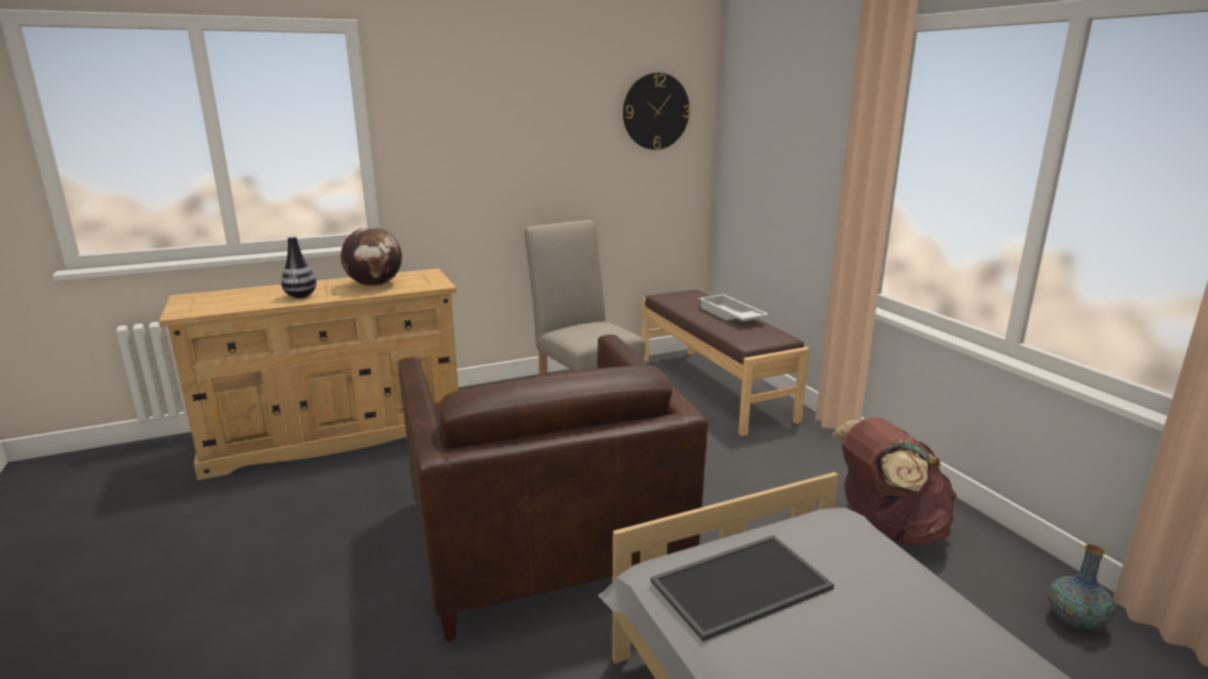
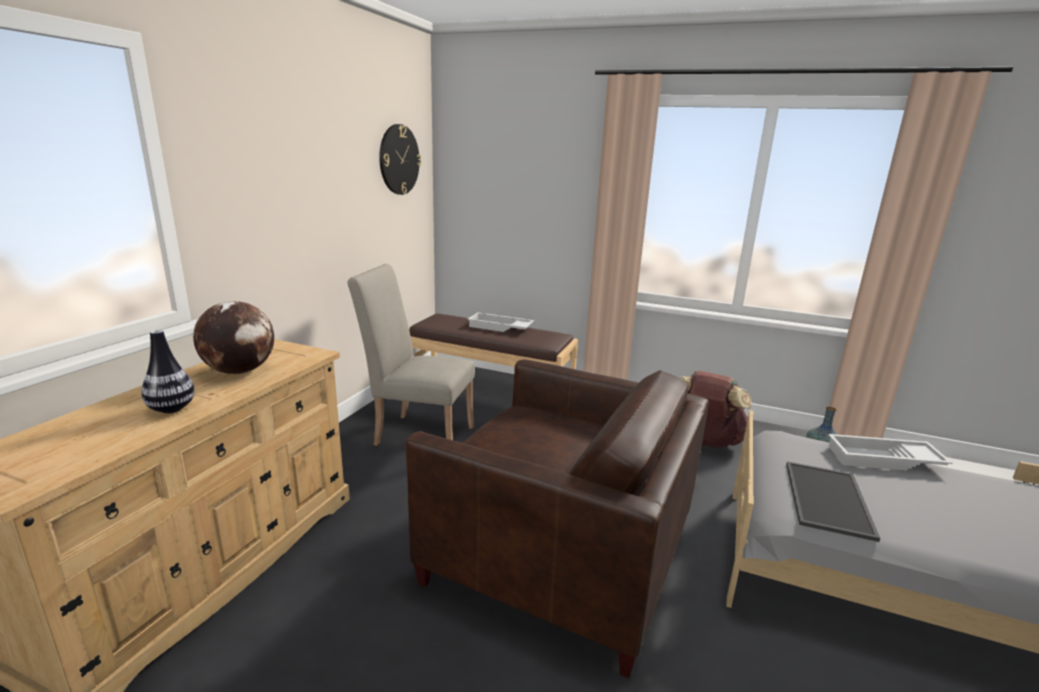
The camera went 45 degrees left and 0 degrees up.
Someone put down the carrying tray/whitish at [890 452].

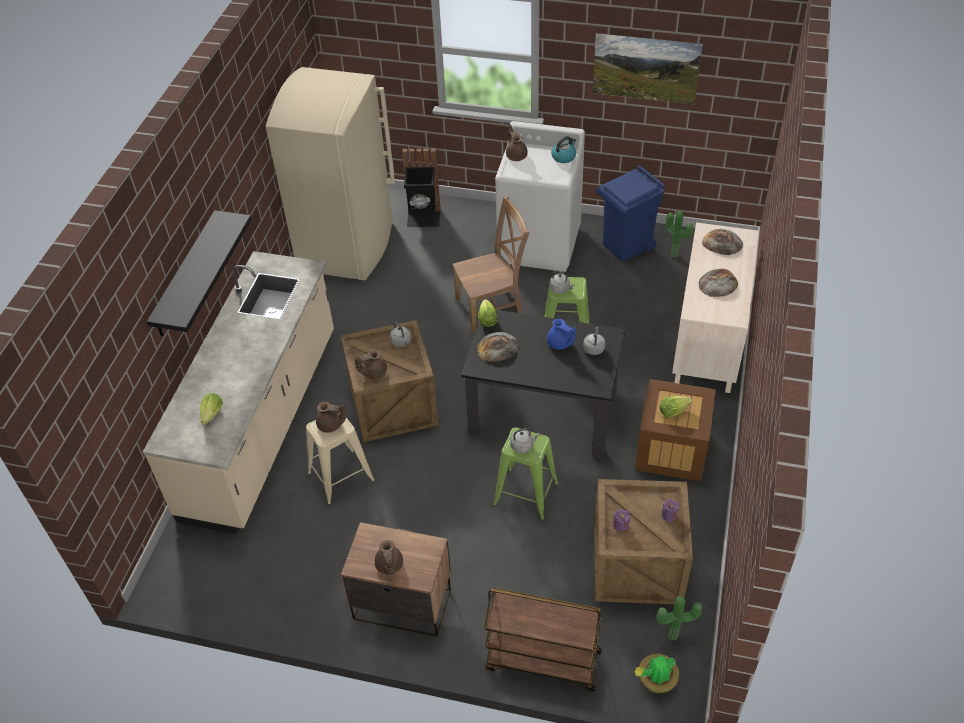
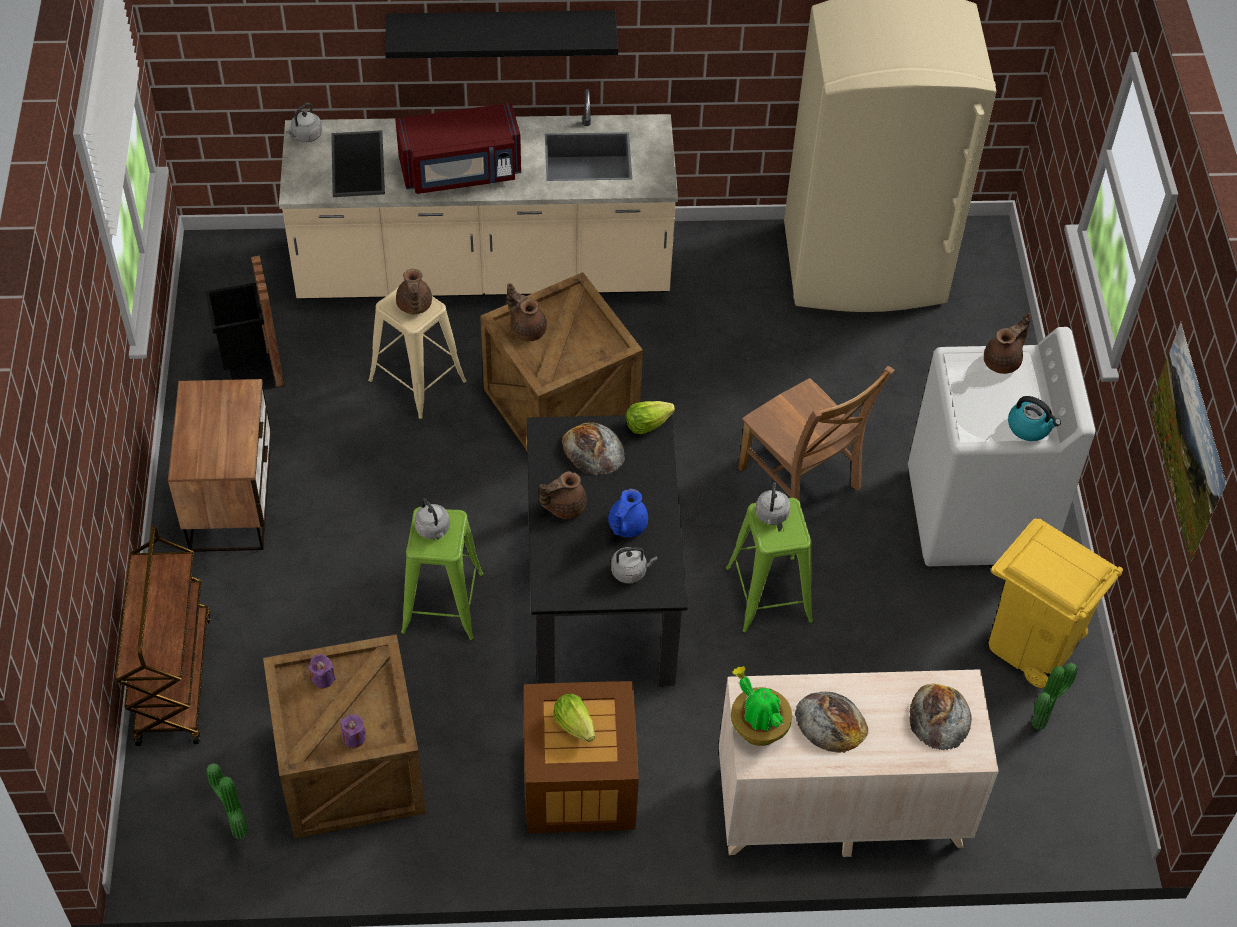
The camera went 70 degrees right and 5 degrees up.
Someone carried the trash can/black-coloured from [421 187] to [245 322].
Someone carried the water kettle/gray from [400 334] to [304 122].
Someone swapped the lettuce head at [211 409] for the carrying tray at [358 163].
Someone put down the microwave/red-coloured at [458 148].
Someone carried the tea pot/brown from [389 557] to [563 495].
Someone carried the plant in a pot from [657 673] to [761 706].
Someone repainted the trash can/bluish at [631 213], which became the trash can/yellow at [1056 603].

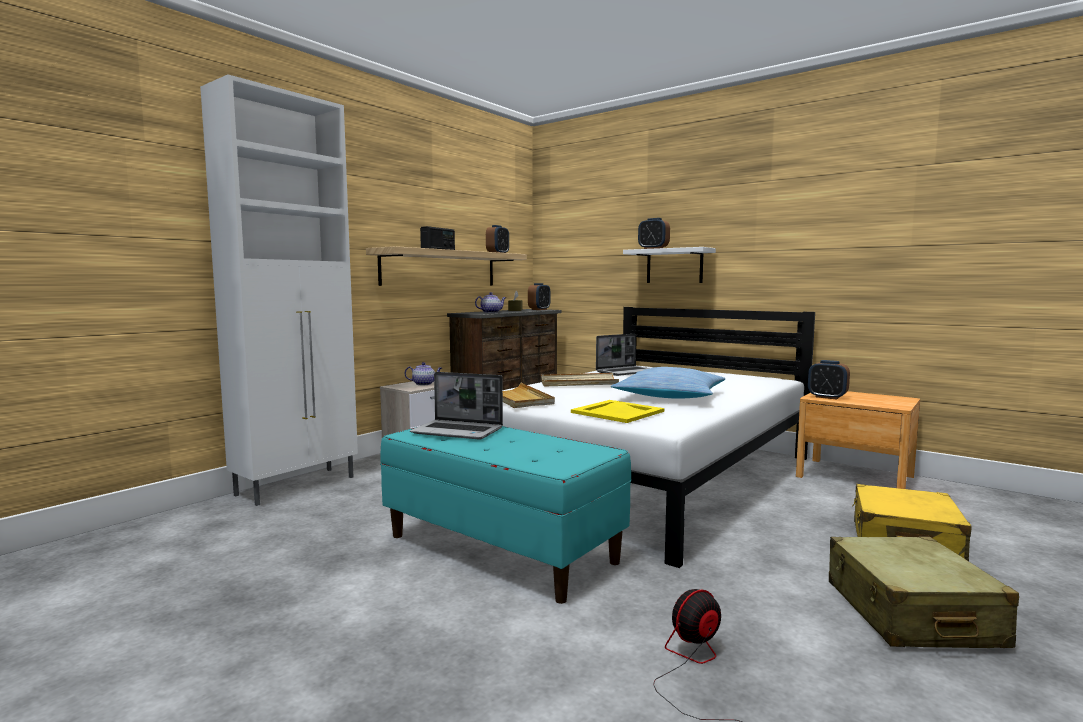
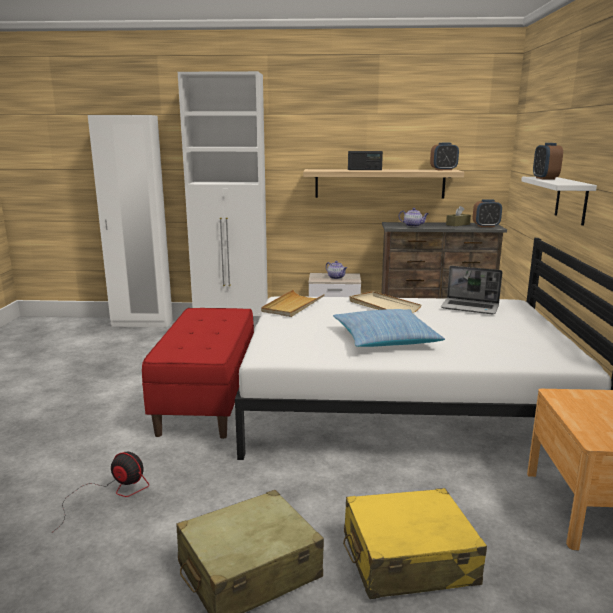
The camera went 55 degrees right and 10 degrees up.
Someone put down the armoire/whitish at [130 221].
Someone repainted the long seat/blue-green at [505 515], which became the long seat/red-coloured at [198 373].
Someone took away the notebook computer at [456 405].
Someone took away the carrying tray/yellow at [617 411].
Someone took away the bedside clock at [829 380].

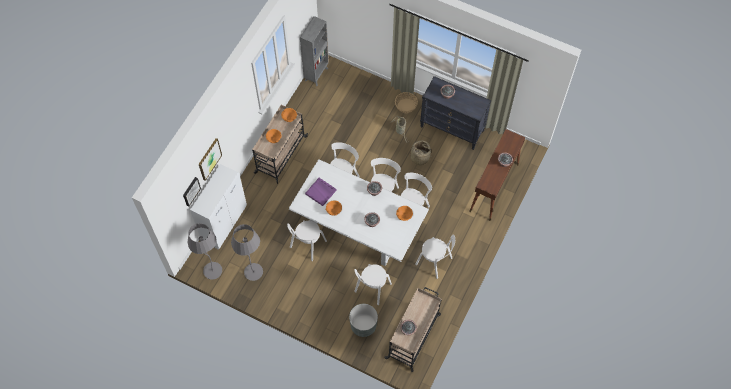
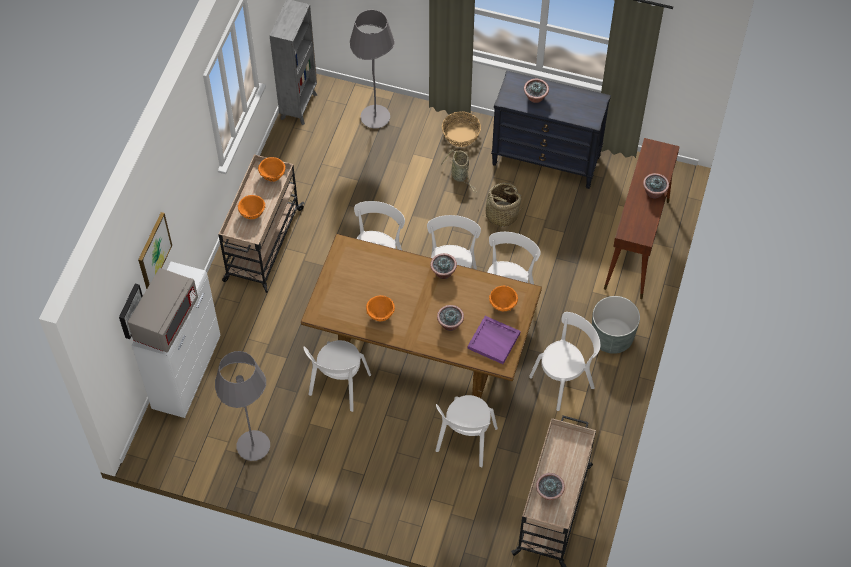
The camera went 10 degrees left and 5 degrees down.
Someone put down the microwave/gray at [163 310].
Someone repainted the kitchen table/whitish at [359 212], which became the kitchen table/brown at [421 316].
Someone carried the floor lamp/gray from [205 251] to [372 69].
Someone carried the carrying tray/purple-coloured from [320 192] to [493 340].
Someone rotated the plain chair/whitish at [435 257] by 60 degrees counterclockwise.
Someone carried the plant pot/gray from [363 320] to [616 325].

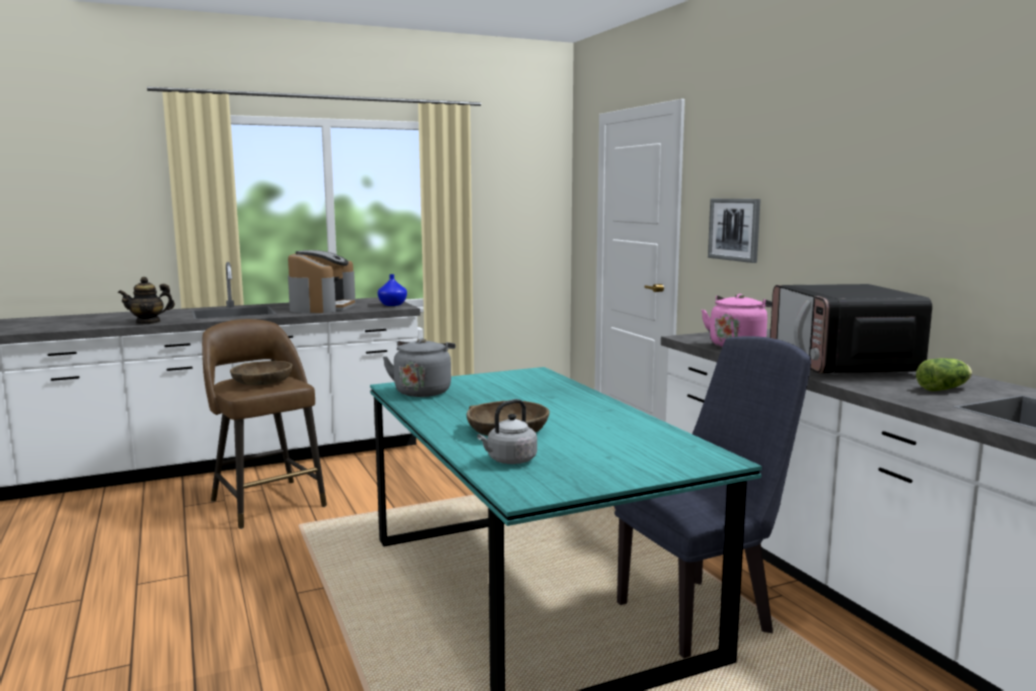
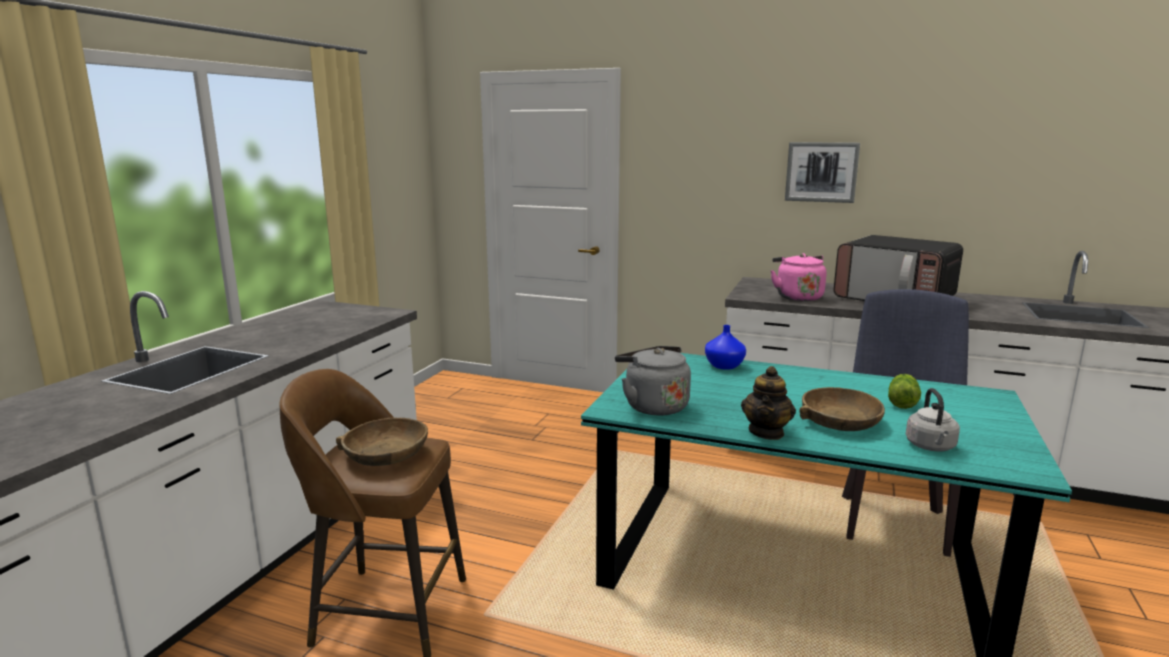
The camera went 45 degrees left and 5 degrees up.
Someone carried the decorative vase/bluish from [392 290] to [725 347].
Someone carried the tea pot from [146 300] to [768 403].
Someone carried the picture from [734 231] to [822 172].
Someone carried the lettuce head from [944 374] to [904 391].
Someone took away the coffee maker at [322 281].

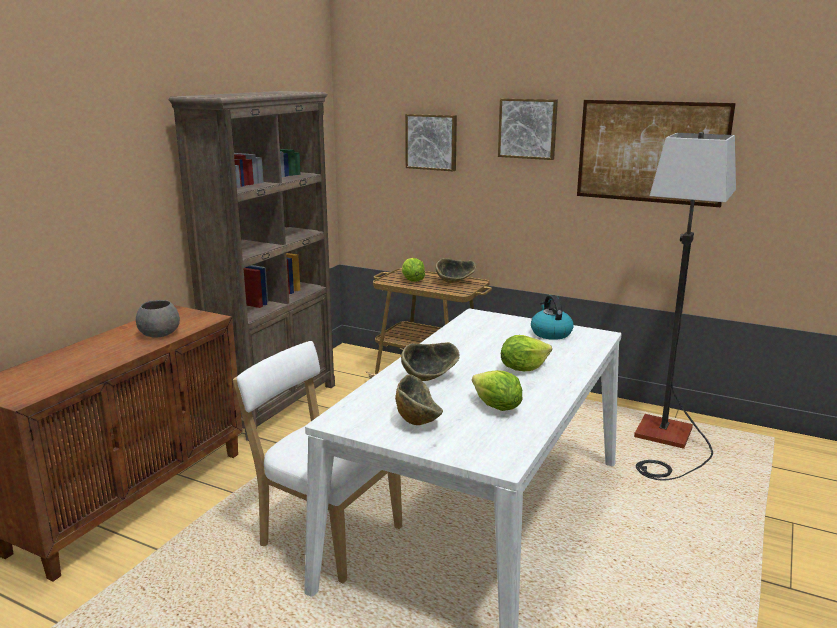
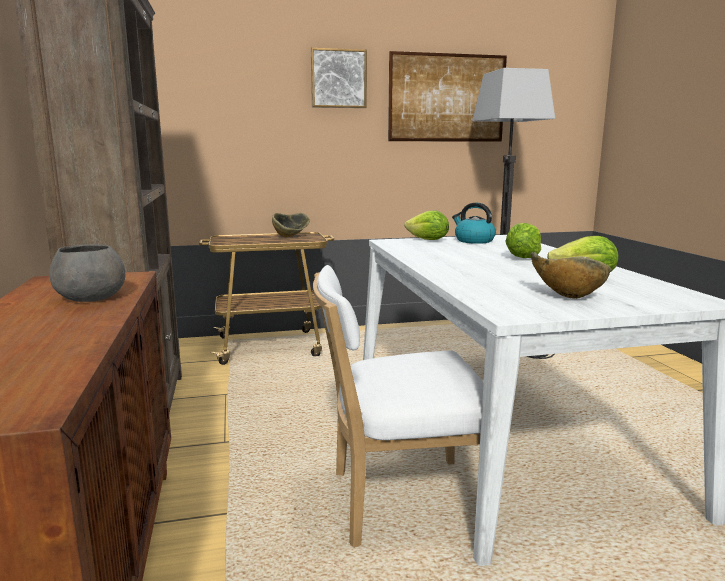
The camera went 40 degrees left and 5 degrees down.
Someone carried the lettuce head from [413 270] to [426 225].
Someone took away the serving bowl at [430 361].
Someone took away the picture at [431 142].

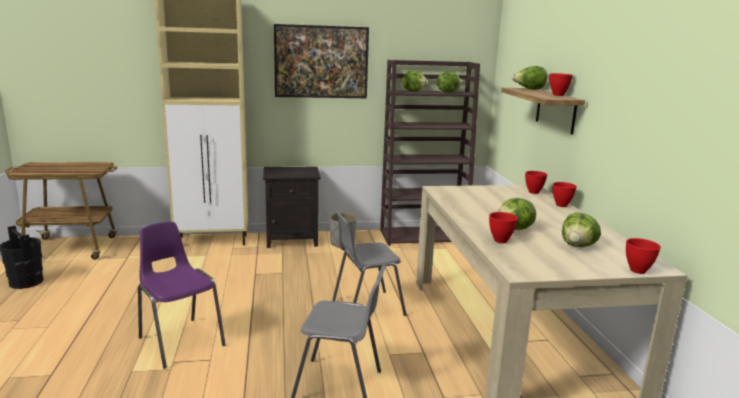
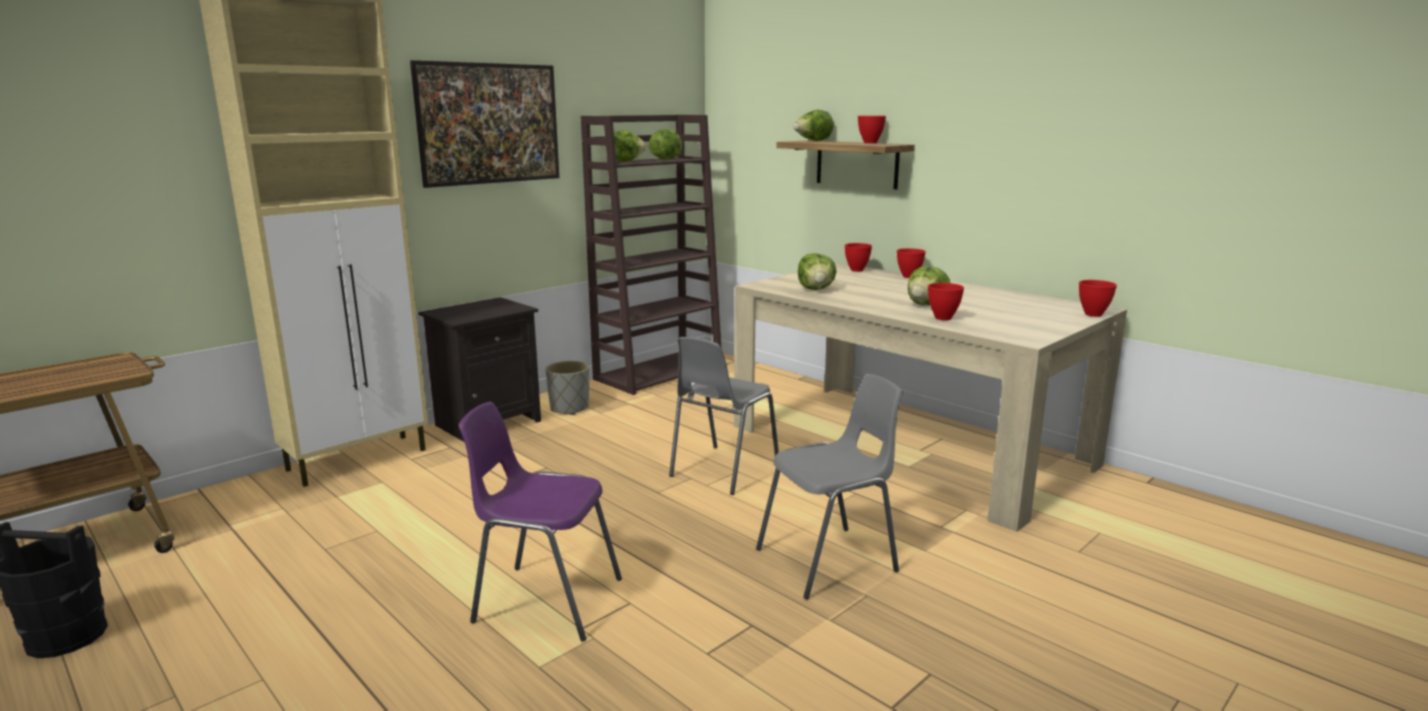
The camera went 35 degrees left and 0 degrees up.
Someone carried the lettuce head from [581 230] to [817 271].

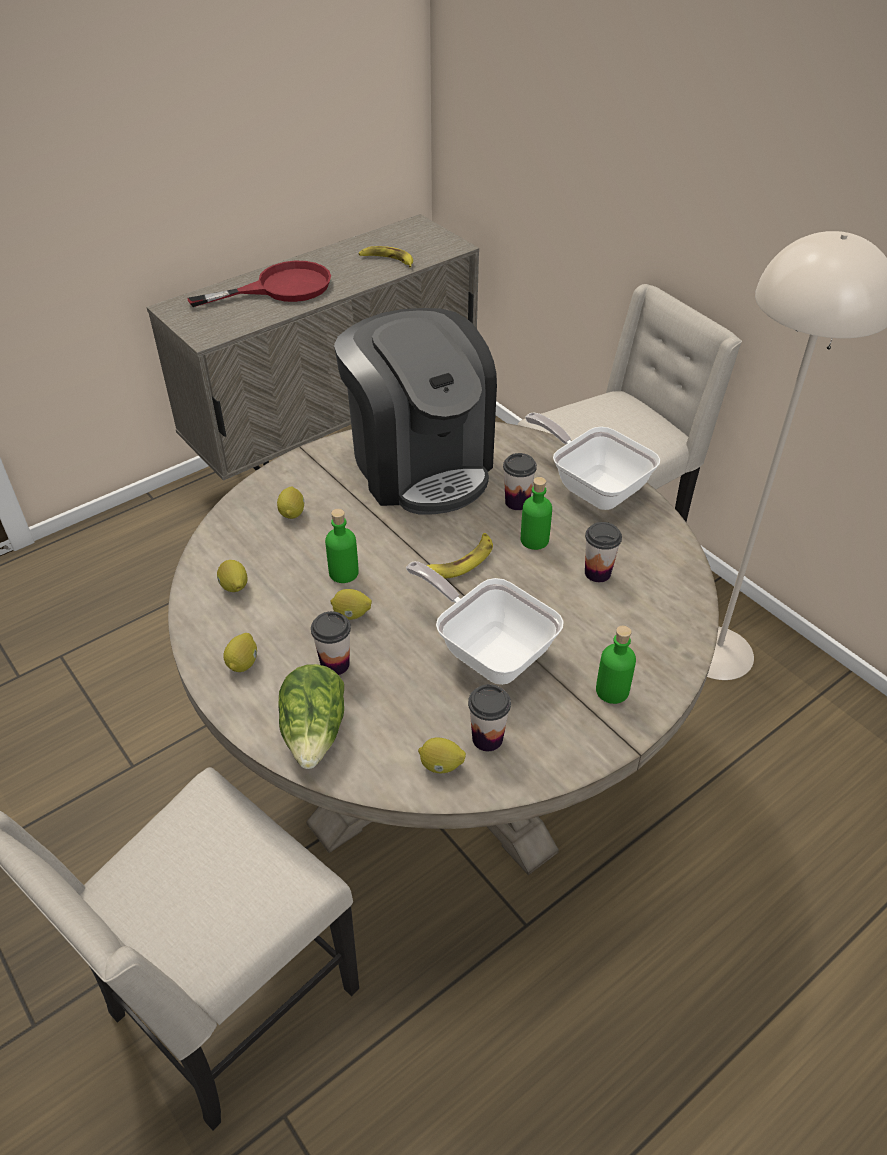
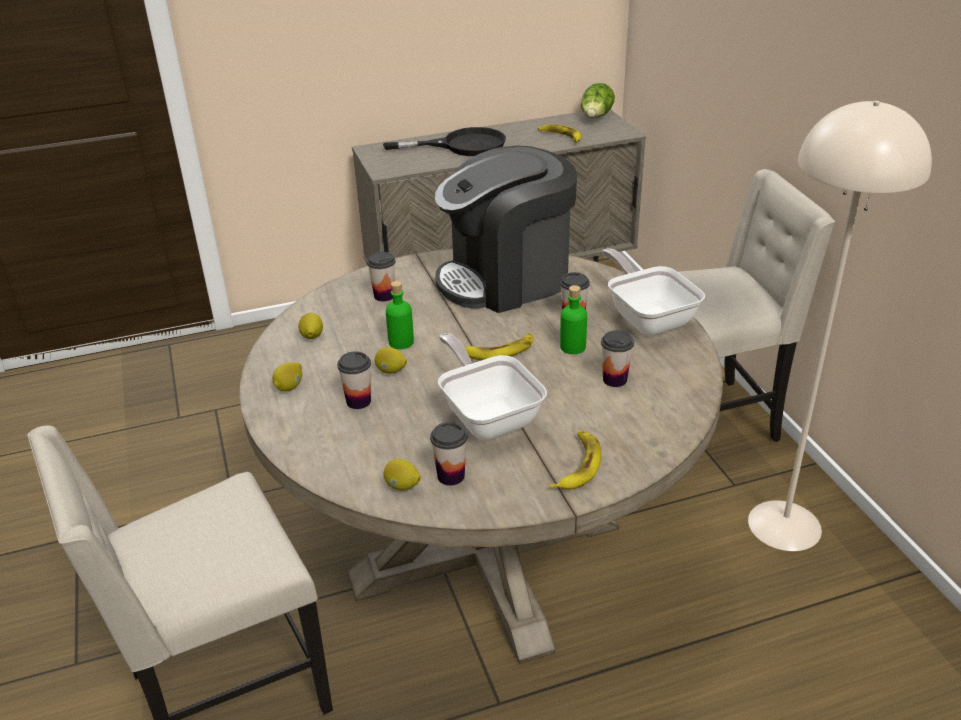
The camera went 20 degrees right and 10 degrees down.
Someone swapped the citrus fruit at [290 503] for the cup at [381 277].
Someone repainted the pan/red-coloured at [259 284], which became the pan/black-coloured at [444 141].
Someone rotated the coffee maker at [415 411] by 75 degrees clockwise.
Someone swapped the drink bottle/green-coloured at [616 665] for the banana fruit at [575 460].
Someone carried the lettuce head from [311 716] to [598 100].

